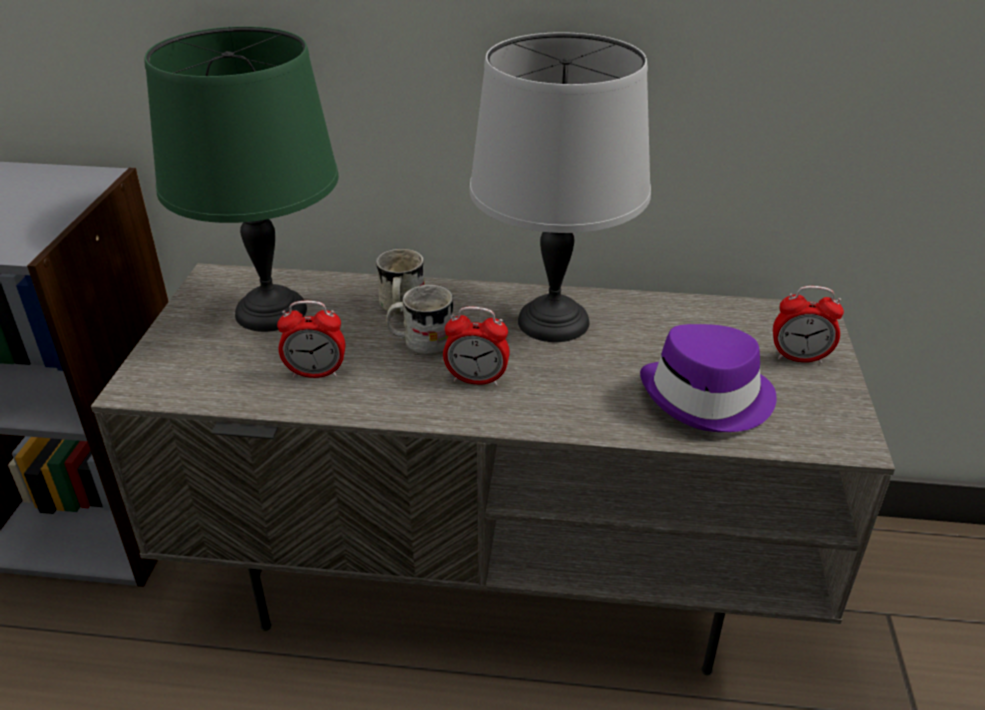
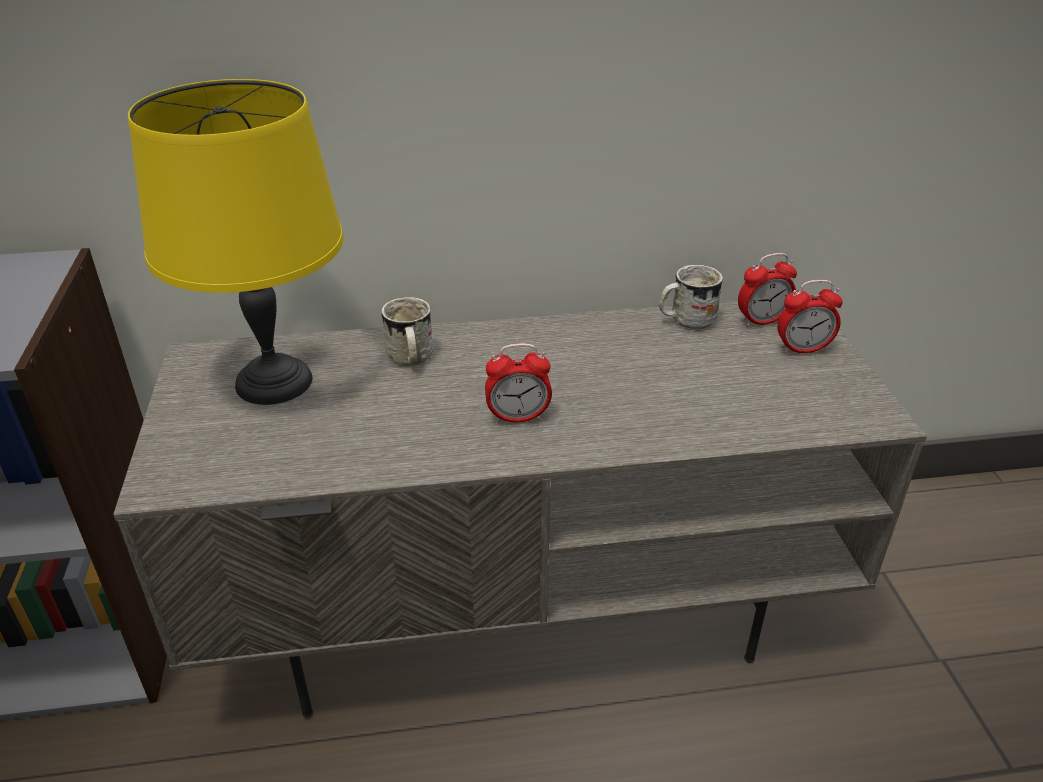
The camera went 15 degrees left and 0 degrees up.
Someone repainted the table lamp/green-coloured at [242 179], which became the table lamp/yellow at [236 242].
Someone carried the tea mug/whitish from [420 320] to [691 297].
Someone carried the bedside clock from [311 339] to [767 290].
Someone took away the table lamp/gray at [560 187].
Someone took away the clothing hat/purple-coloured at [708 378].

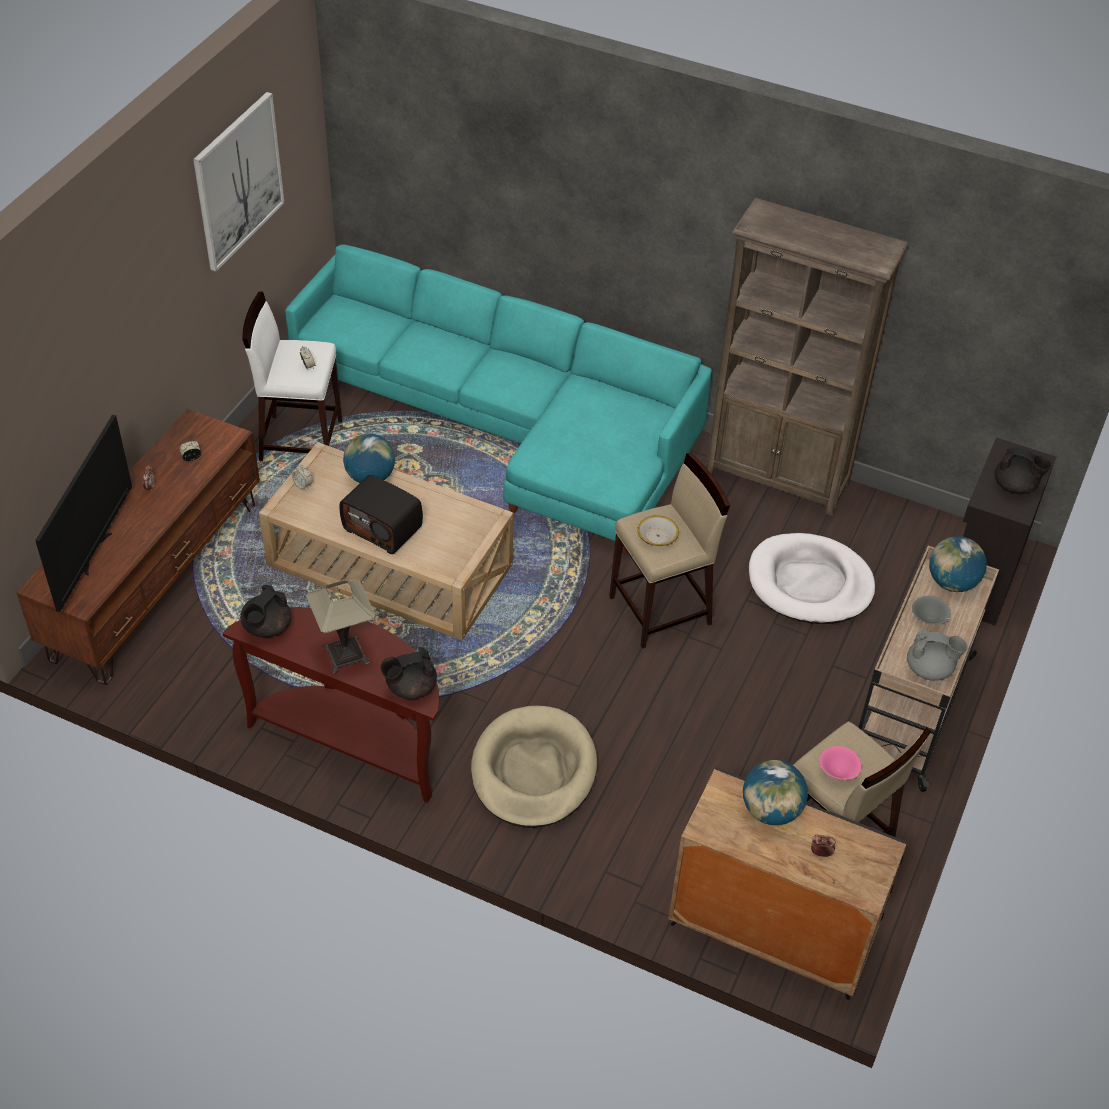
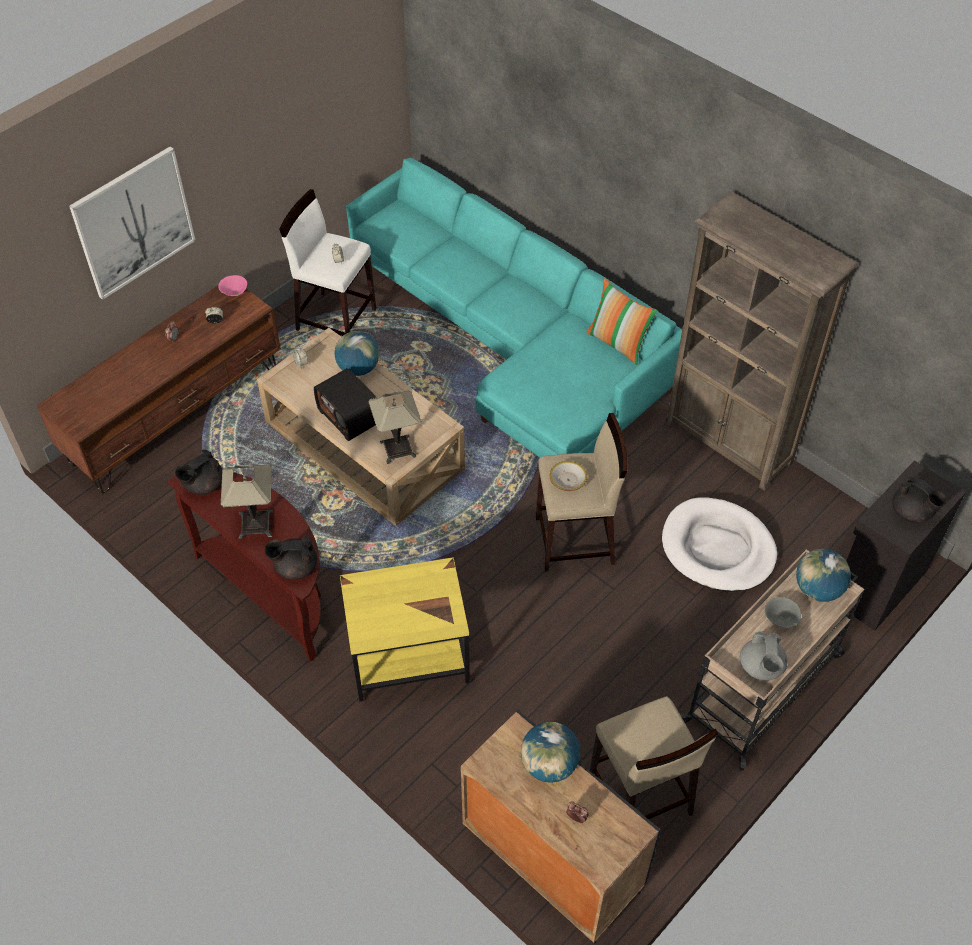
The camera went 20 degrees right and 5 degrees up.
Someone carried the picture from [238 182] to [132 223].
Someone carried the serving bowl/pinkish from [840 763] to [232 285].
Someone swapped the pet bed/beige at [534 767] for the side table/yellow at [405 629].
Someone put down the table lamp at [394 427].
Someone put down the throw pillow at [622 321].
Someone rotated the tea pot/gray at [937 655] by 60 degrees clockwise.
Someone took away the television at [83 513].

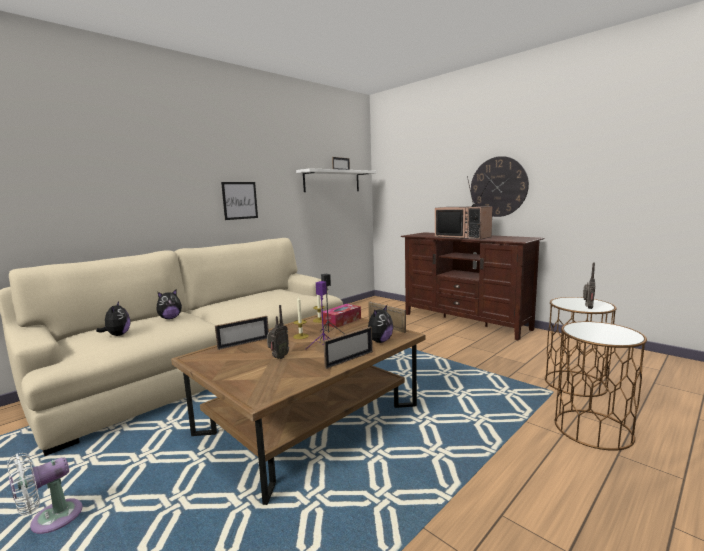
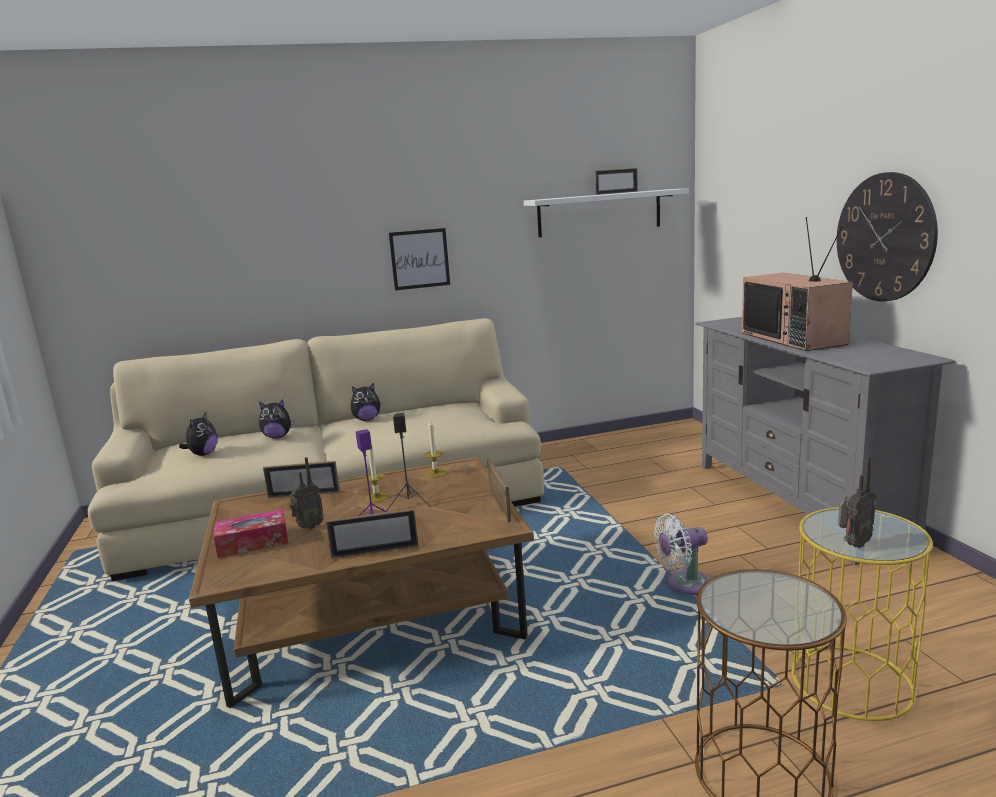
The camera went 30 degrees right and 5 degrees up.
Someone carried the tissue holder from [341 316] to [250 533].
Someone carried the cuddly toy from [377 324] to [366 402].
Someone carried the fan/whitish from [45 493] to [682 554].
Someone repainted the tv stand/brown at [473 286], which became the tv stand/gray at [825 441].
Someone repainted the side table/brown at [581 347], which became the side table/yellow at [862 614].

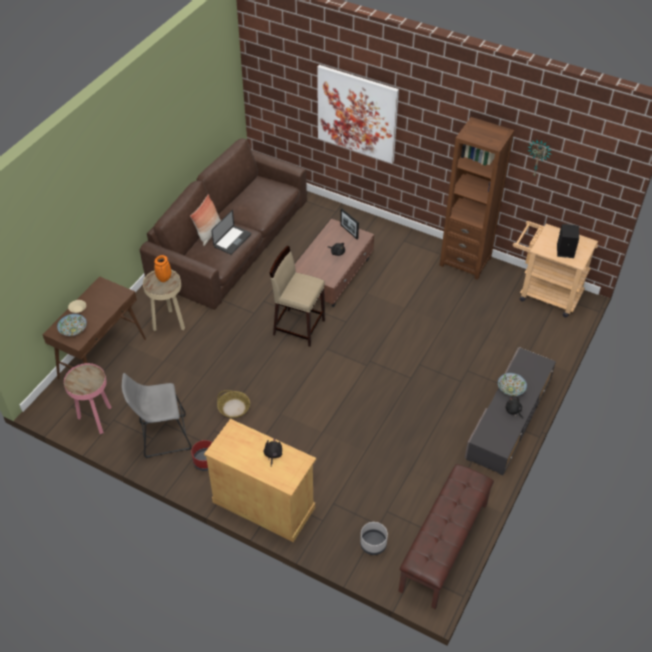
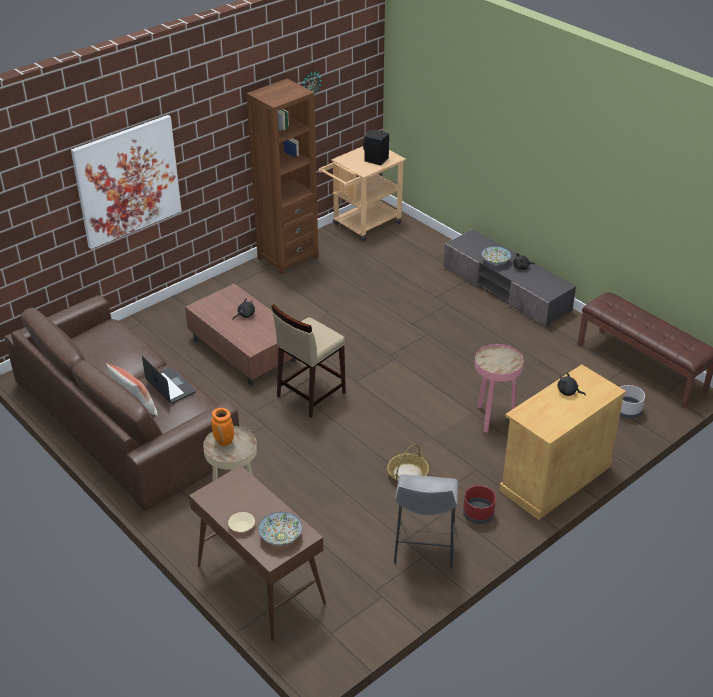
The camera went 70 degrees left and 10 degrees down.
Someone carried the side table/pinkish from [88 398] to [499 388].
Someone took away the picture frame at [349 223].

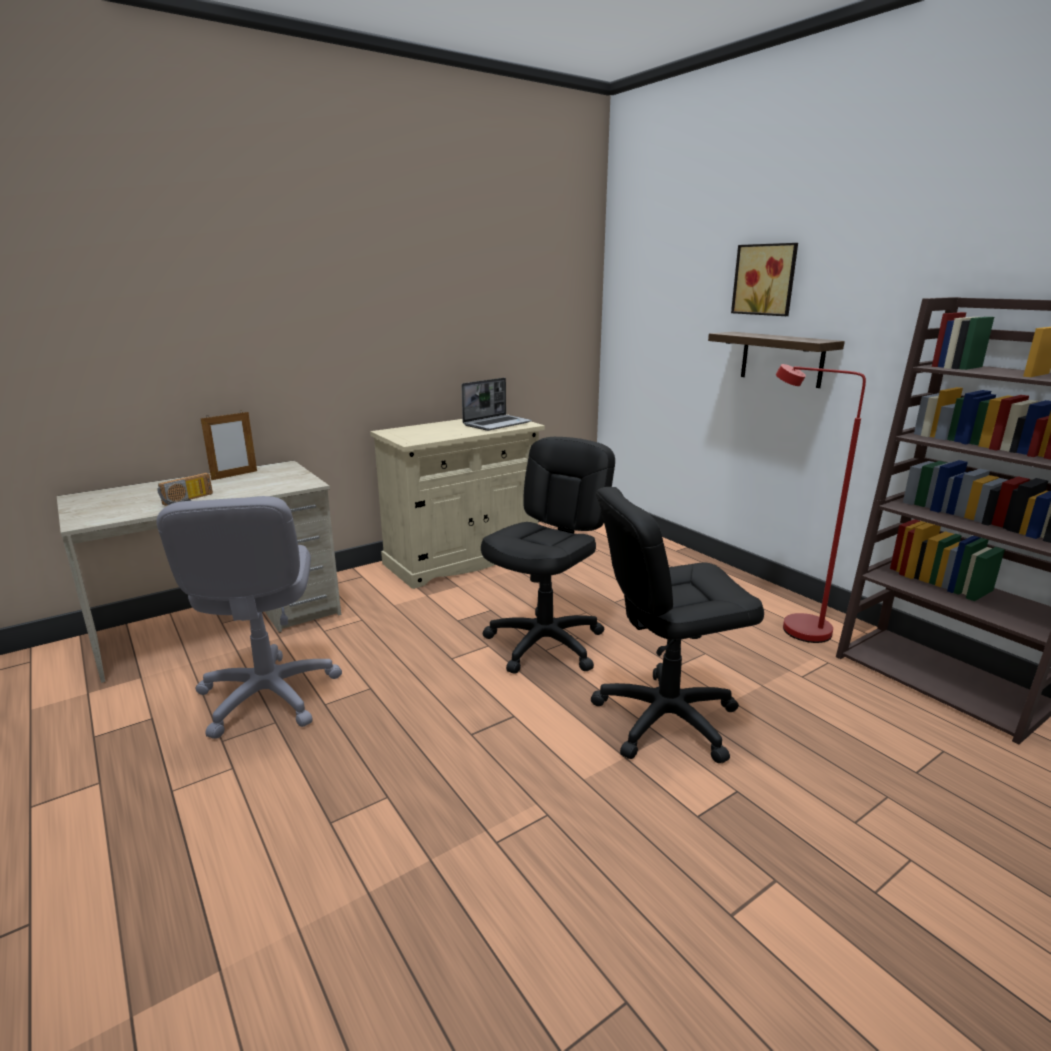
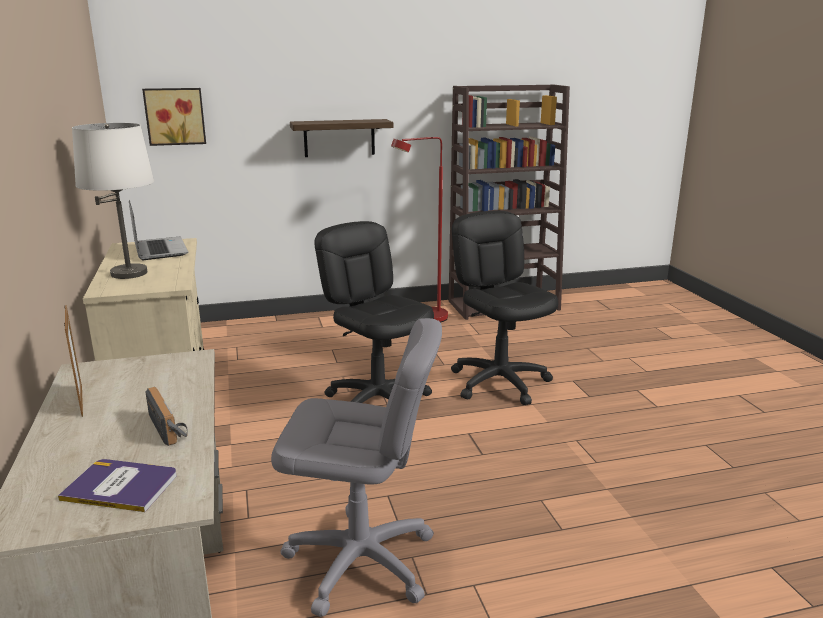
The camera went 70 degrees left and 0 degrees up.
Someone put down the volume at [117 485].
Someone put down the table lamp/whitish at [113 201].
Someone carried the picture from [764 279] to [174 117].
Someone rotated the desk chair/black-coloured at [677 625] by 150 degrees clockwise.

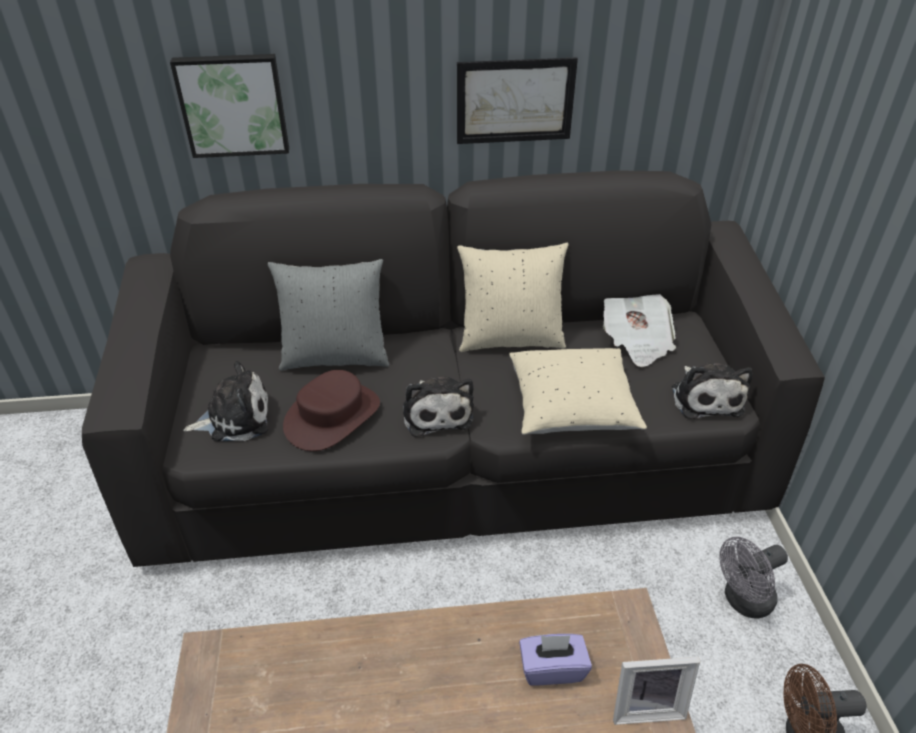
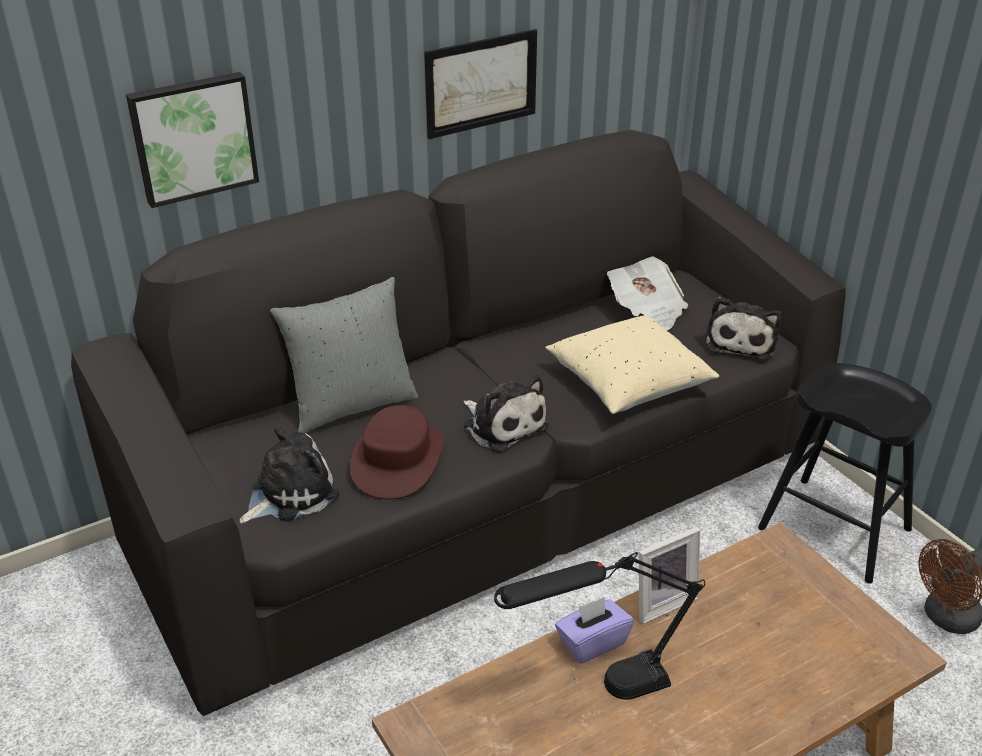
The camera went 25 degrees left and 5 degrees down.
Someone put down the table lamp/black-coloured at [599 626].
Someone carried the tissue holder/purple-coloured from [555 660] to [594 630].
Someone carried the picture frame from [656 691] to [669 575].
Someone rotated the cuddly toy at [712 391] by 45 degrees clockwise.
Someone swapped the fan/gray at [753 578] for the sitting stool/black-coloured at [845 473].
Someone took away the throw pillow/beige at [513 297].

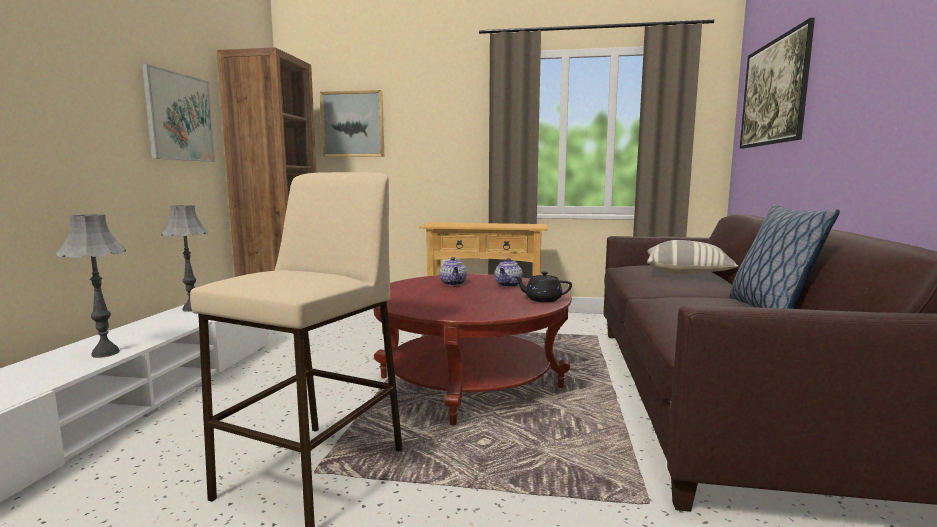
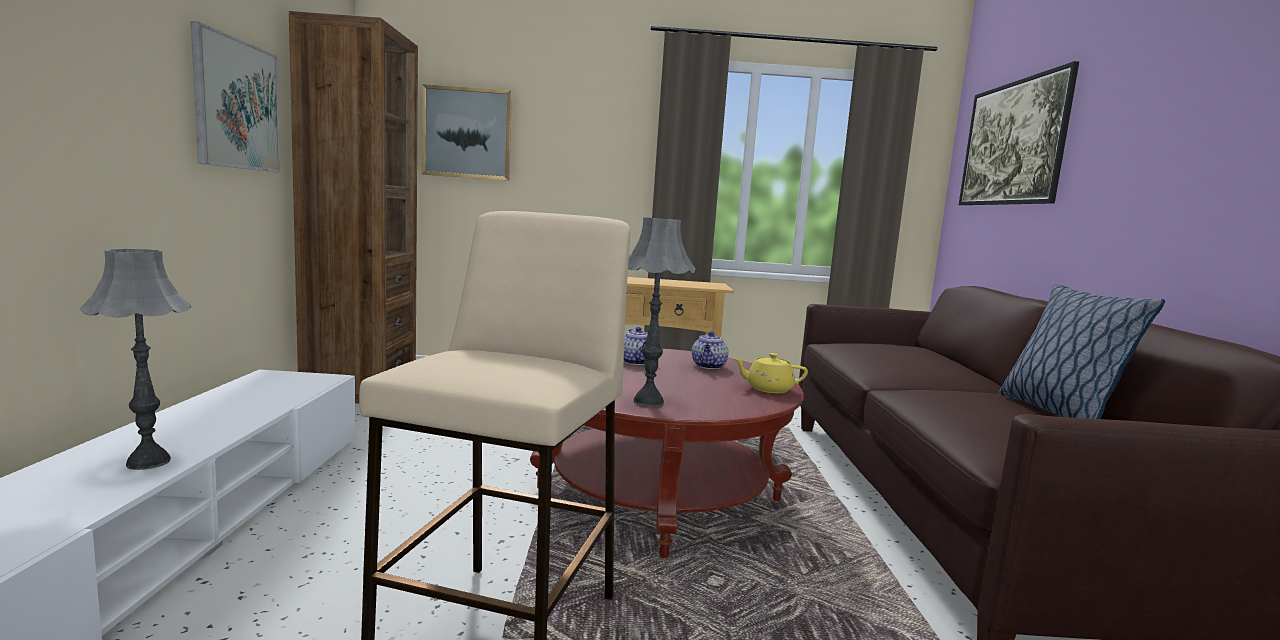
The camera went 10 degrees left and 0 degrees up.
Someone carried the table lamp/gray from [184 258] to [662 312].
Someone repainted the tea pot/black-coloured at [542 287], which became the tea pot/yellow at [770 373].
Someone took away the throw pillow at [692 257].

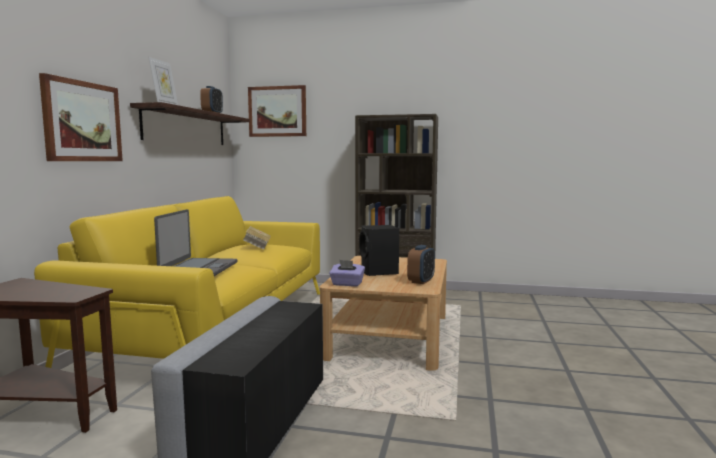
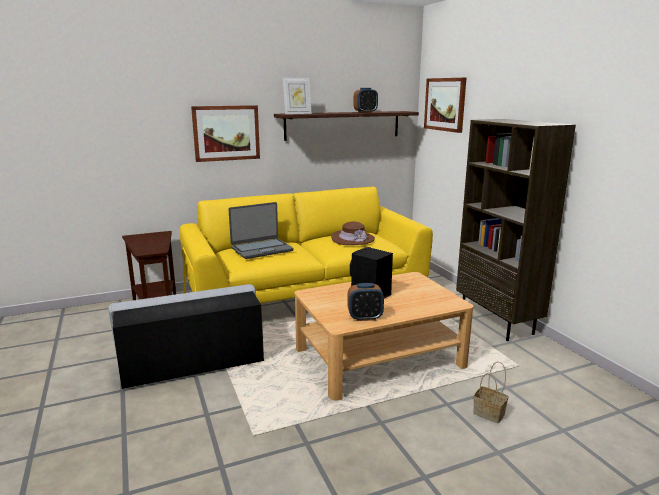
The camera went 55 degrees right and 10 degrees up.
Someone swapped the volume at [257 238] for the clothing hat/brown at [353 233].
Someone put down the storage basket at [490 392].
Someone took away the tissue holder/purple-coloured at [347 273].

